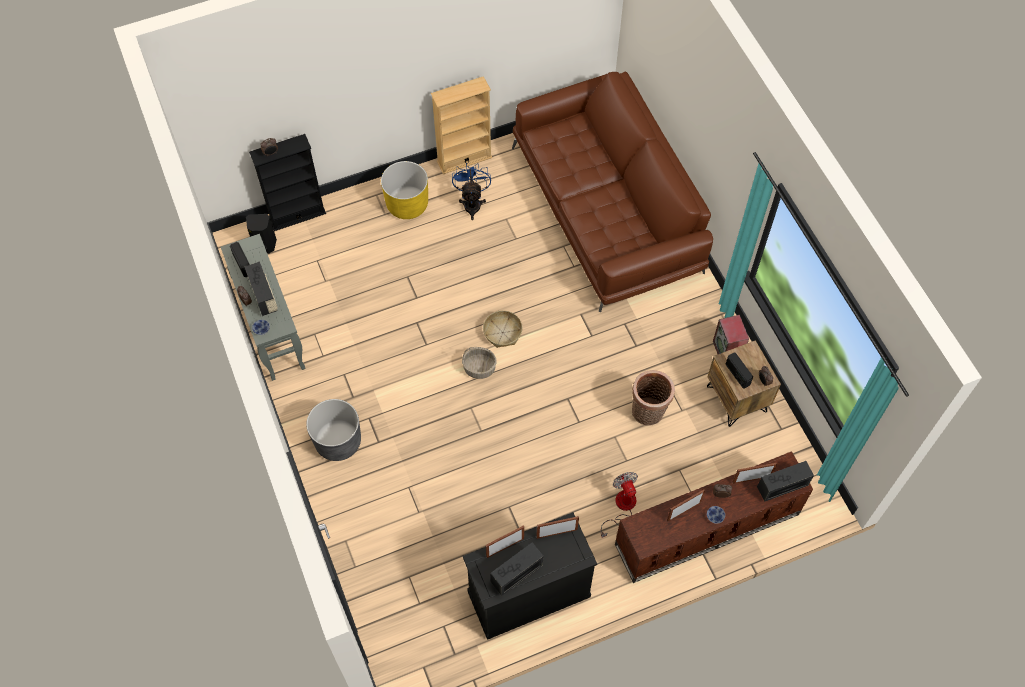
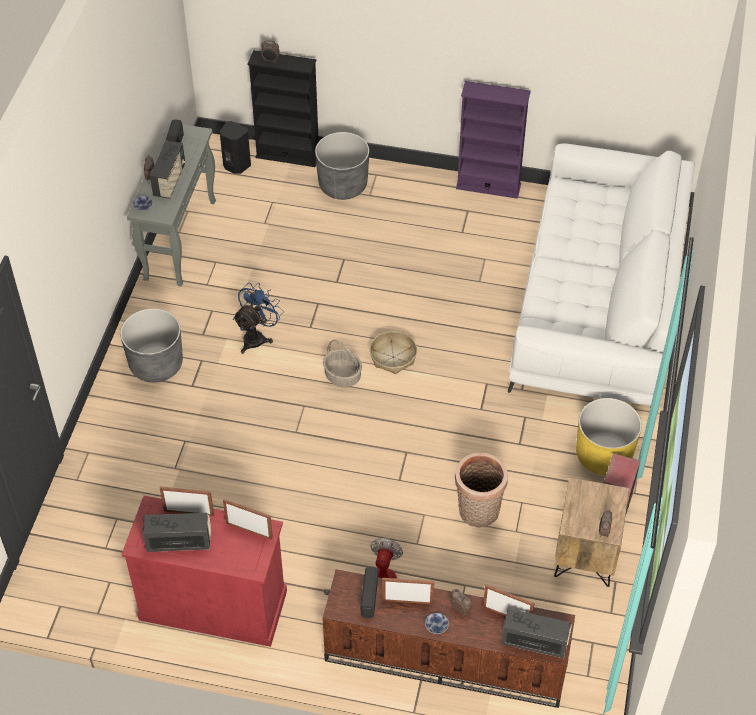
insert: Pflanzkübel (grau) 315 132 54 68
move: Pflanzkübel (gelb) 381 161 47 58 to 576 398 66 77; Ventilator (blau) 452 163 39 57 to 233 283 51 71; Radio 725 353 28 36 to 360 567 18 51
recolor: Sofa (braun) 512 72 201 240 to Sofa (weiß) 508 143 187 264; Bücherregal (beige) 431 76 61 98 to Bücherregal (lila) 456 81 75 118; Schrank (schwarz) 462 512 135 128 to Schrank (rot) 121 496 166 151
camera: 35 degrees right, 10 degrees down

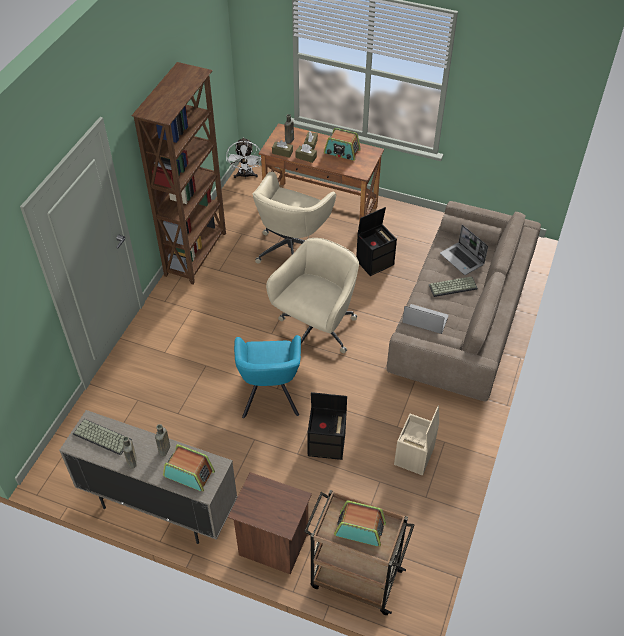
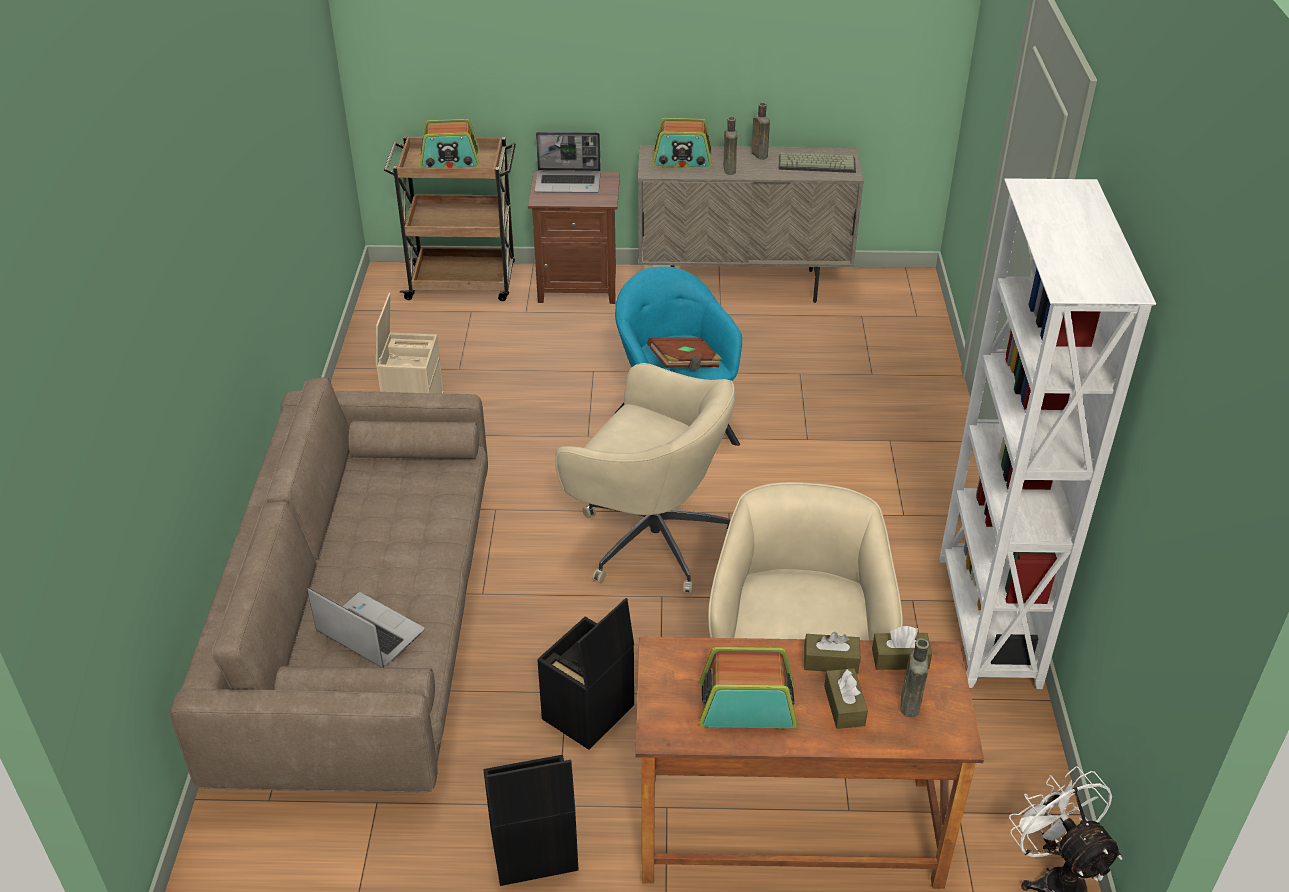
delete: Tastatur 429 276 49 21
insert: Buch (braun) 647 338 75 32
move: Laptop 402 304 47 30 to 534 132 67 61; Aufbewahrungsbox (schwarz) 307 392 40 68 to 483 755 96 131
recolor: Bücherregal (braun) 131 62 95 223 to Bücherregal (weiß) 939 178 217 511
rotate: Bürostuhl (beige) 266 238 93 115 = 555 363 180 231 75 degrees counterclockwise
camera: 160 degrees right, 10 degrees down

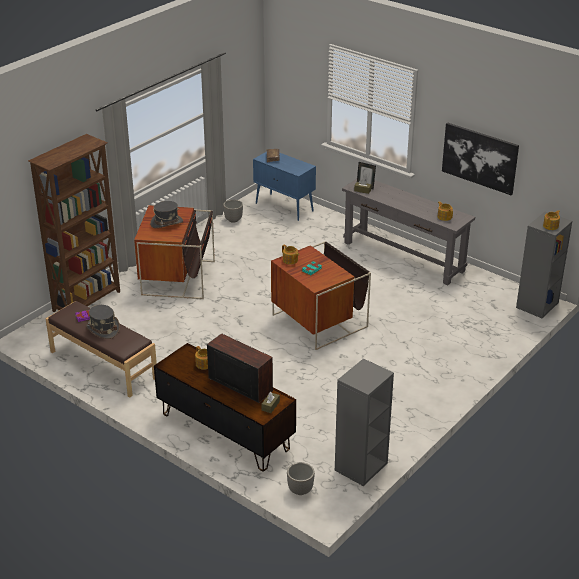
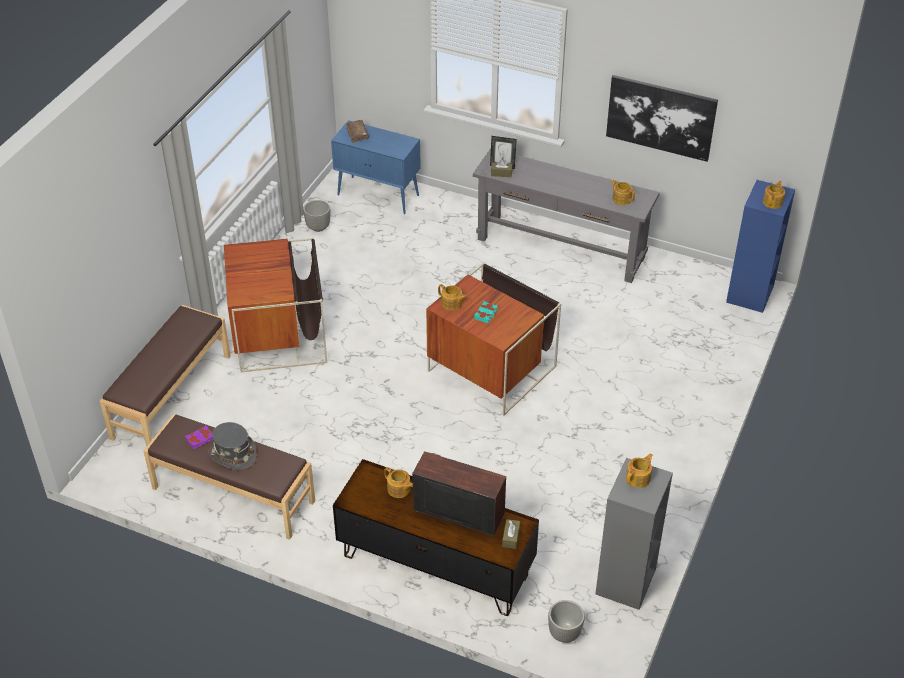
delete: Hut (grau) 150 201 33 27
insert: Teekanne 626 453 27 35
replace: Bücherregal (braun) 28 134 92 178 to Bank (braun) 100 305 131 142
recolor: Bücherregal (grau) 516 211 56 107 to Bücherregal (blau) 726 180 69 133
camera: 15 degrees left, 10 degrees up

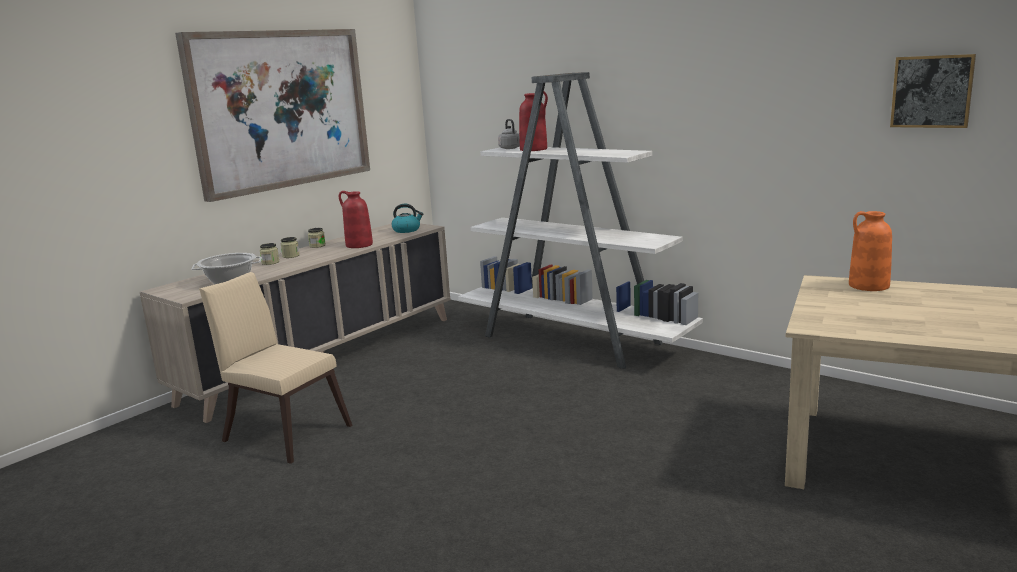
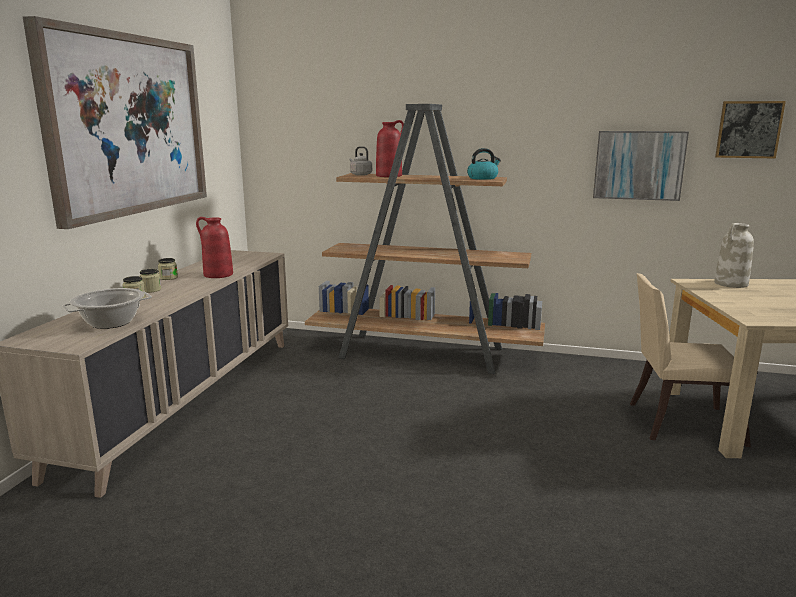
insert: Bild 593 131 96 70
move: Wasserkessel 392 204 31 29 to 467 148 34 32; Stuhl (beige) 199 272 153 192 to 630 273 121 174
recolor: Bücherregal (weiß) 458 72 245 297 to Bücherregal (braun) 305 104 240 270; Vase (orange) 849 211 43 80 to Vase (weiß) 714 223 40 65
camera: 25 degrees left, 0 degrees up

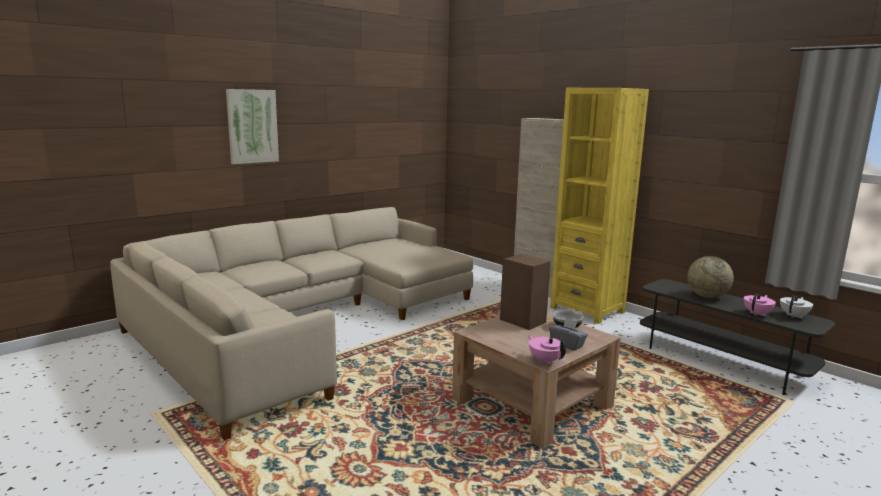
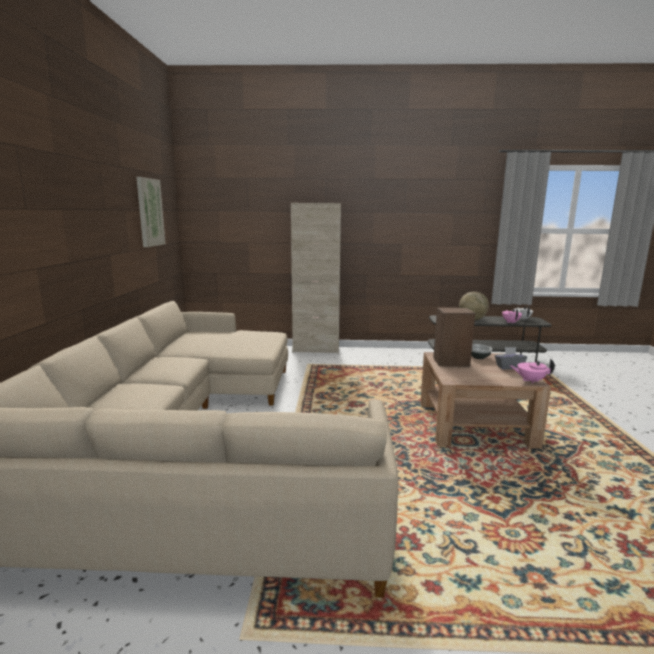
delete: Bücherregal (gelb) 550 88 99 236
move: Bild 226 89 53 75 to 136 177 29 70
camera: 45 degrees left, 0 degrees up

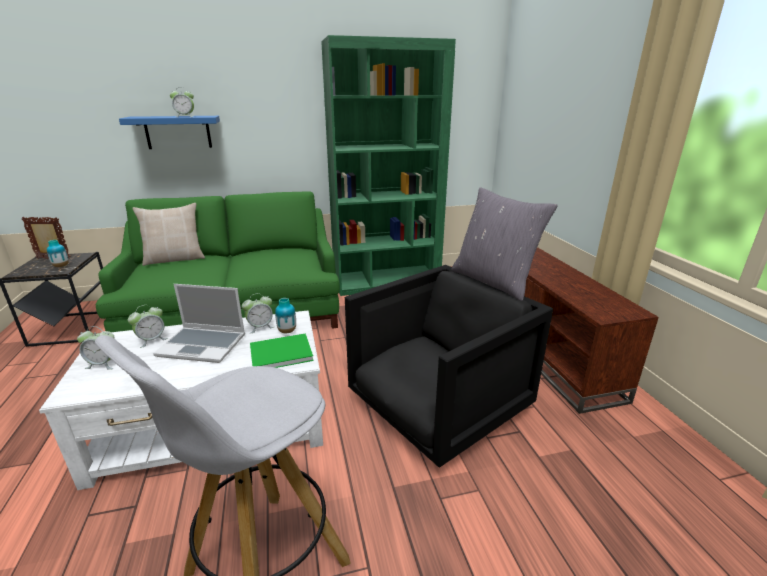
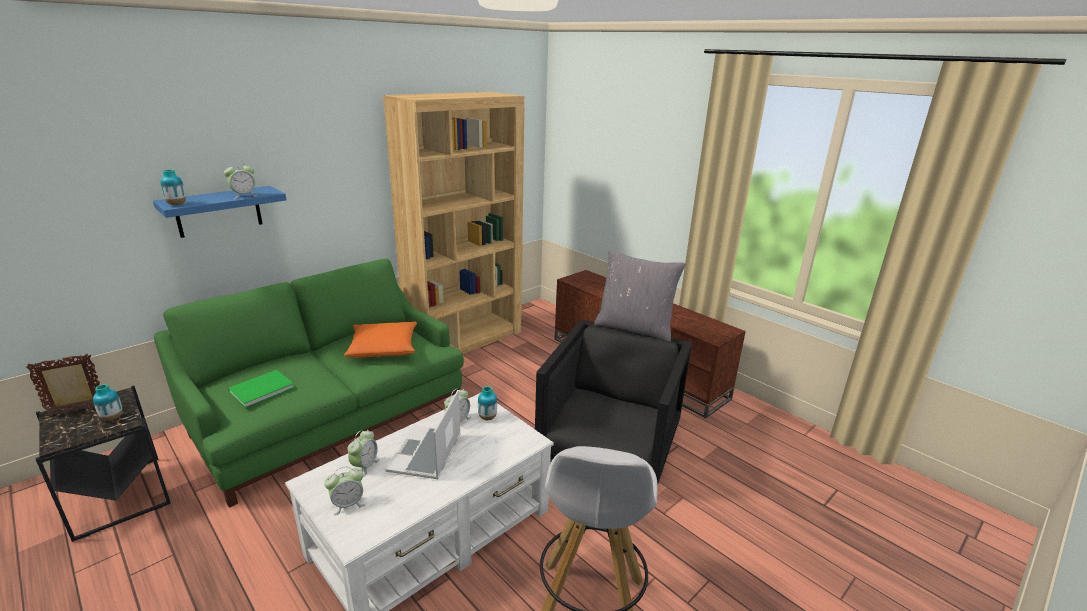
delete: Kissen (beige) 132 203 73 63
insert: Vase 160 169 26 36; Kissen (orange) 344 322 73 36
move: Buch (grün) 250 333 64 35 to 228 370 66 38
recolor: Bücherregal (grün) 321 35 135 261 to Bücherregal (braun) 383 92 141 262
rotate: Laptop 153 284 92 79 = 385 390 76 89 120 degrees clockwise
camera: 30 degrees left, 0 degrees up

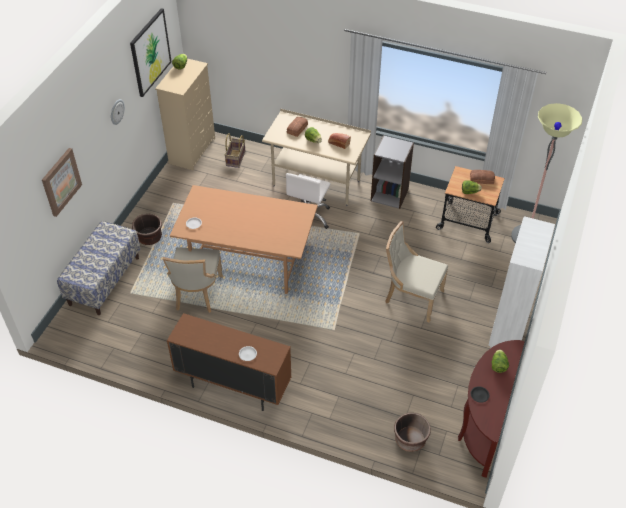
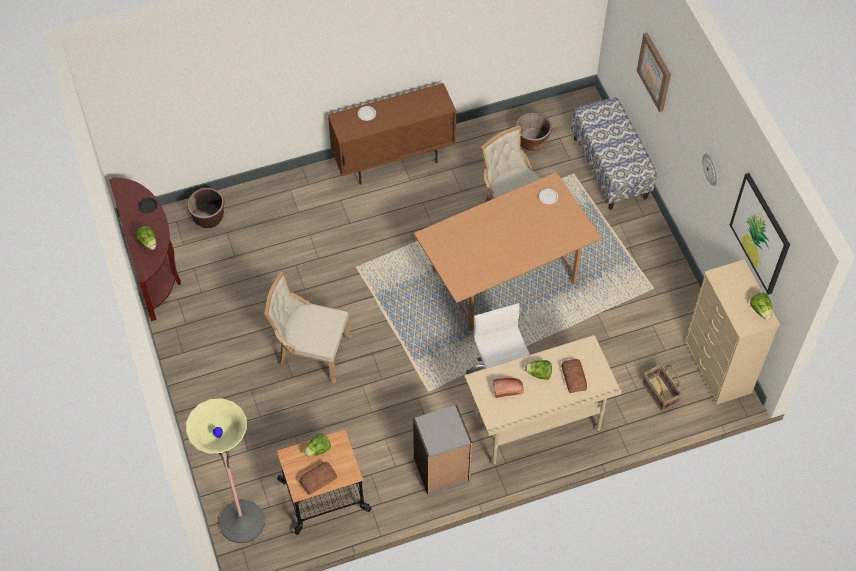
delete: Bücherregal (weiß) 489 216 66 133
move: Pflanzkübel (braun) 132 214 30 31 to 515 112 37 39
rotate: Stuhl (beige) 385 221 63 102 = 265 272 86 111 150 degrees counterclockwise
camera: 140 degrees right, 10 degrees up

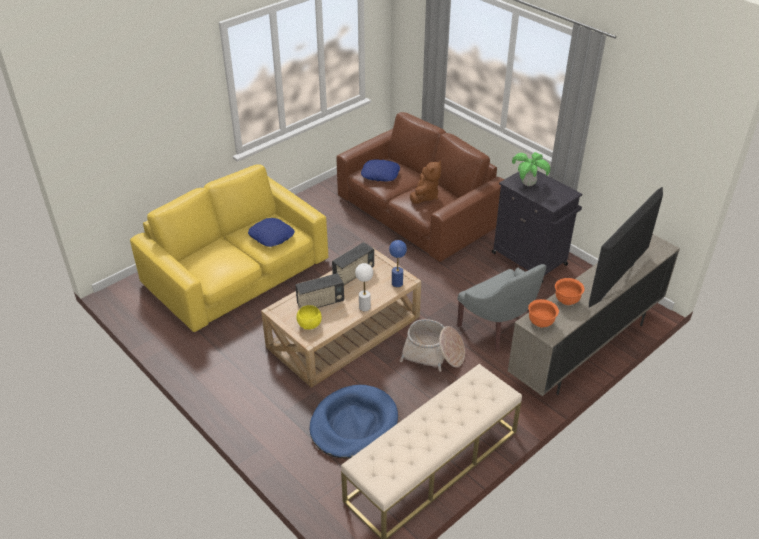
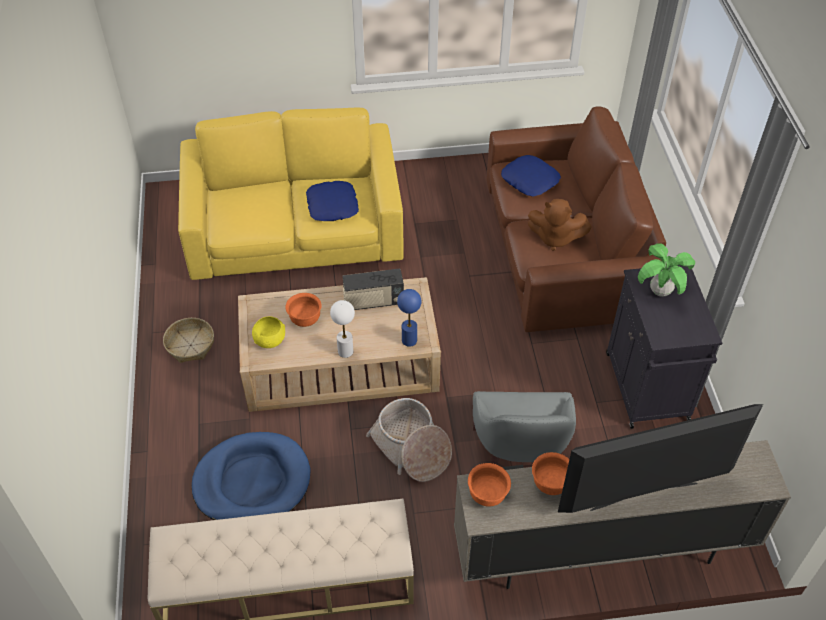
insert: Korb 163 318 51 45
replace: Radio 295 273 49 35 to Schüssel (orange) 286 293 35 34
rotate: Plüschtier (braun) 410 160 32 44 = 528 199 64 52 45 degrees clockwise
camera: 35 degrees right, 10 degrees up

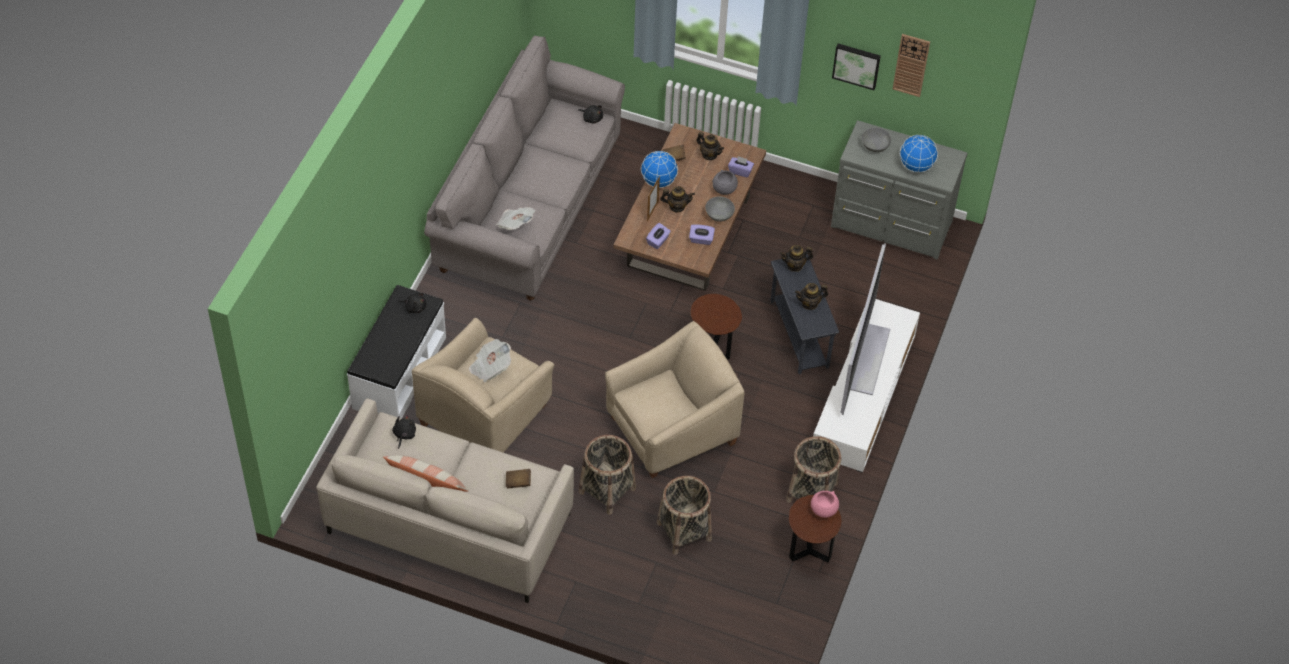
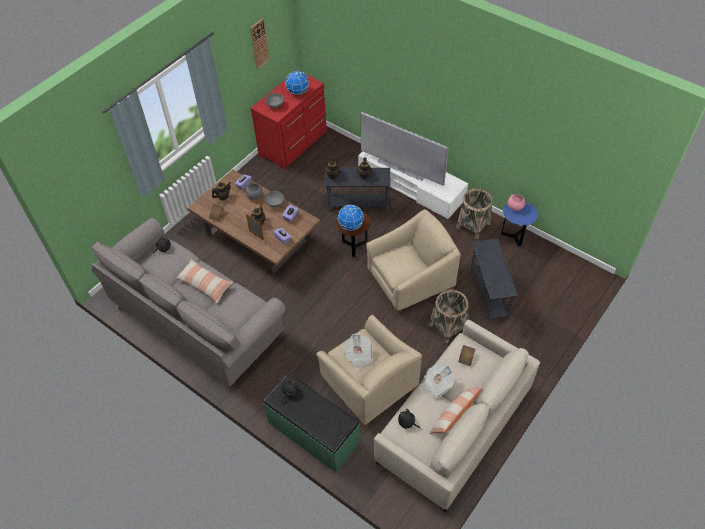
delete: Bild 832 44 49 46
insert: Kissen 175 258 58 46
move: Globus 641 151 37 37 to 338 205 26 25; Zeitung 496 207 40 23 to 420 363 34 36
replace: Korb 657 476 55 79 to Beistelltisch (grau) 470 238 48 83
recolor: Kommode (grau) 831 120 137 139 to Kommode (rot) 250 70 77 100; Bank (weiß) 347 285 99 134 to Bank (grün) 263 373 97 99; Beistelltisch (braun) 789 495 52 67 to Beistelltisch (blau) 501 202 37 44
rotate: Sessel (beige) 605 321 139 157 = 366 209 94 104 75 degrees clockwise
camera: 70 degrees left, 0 degrees up

